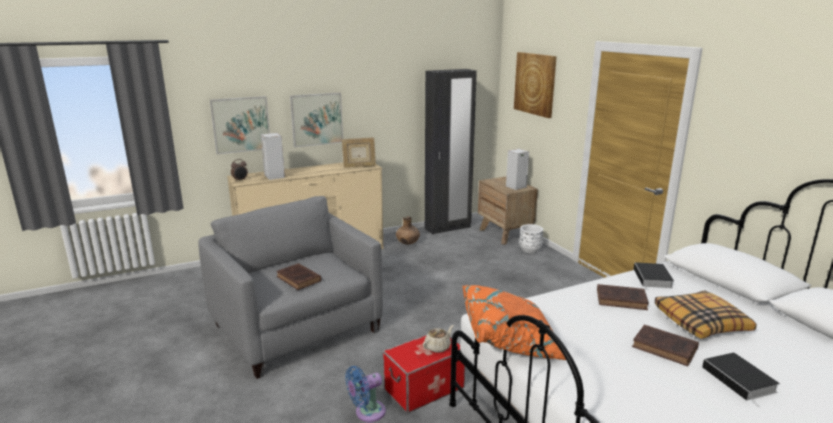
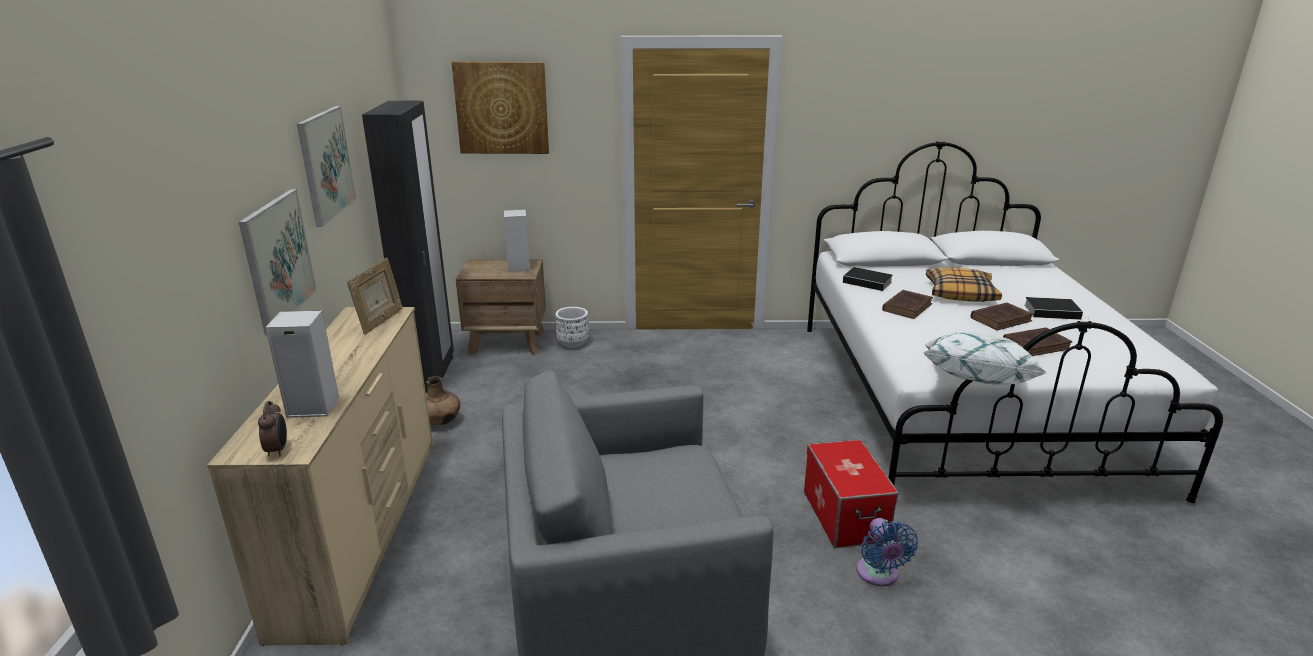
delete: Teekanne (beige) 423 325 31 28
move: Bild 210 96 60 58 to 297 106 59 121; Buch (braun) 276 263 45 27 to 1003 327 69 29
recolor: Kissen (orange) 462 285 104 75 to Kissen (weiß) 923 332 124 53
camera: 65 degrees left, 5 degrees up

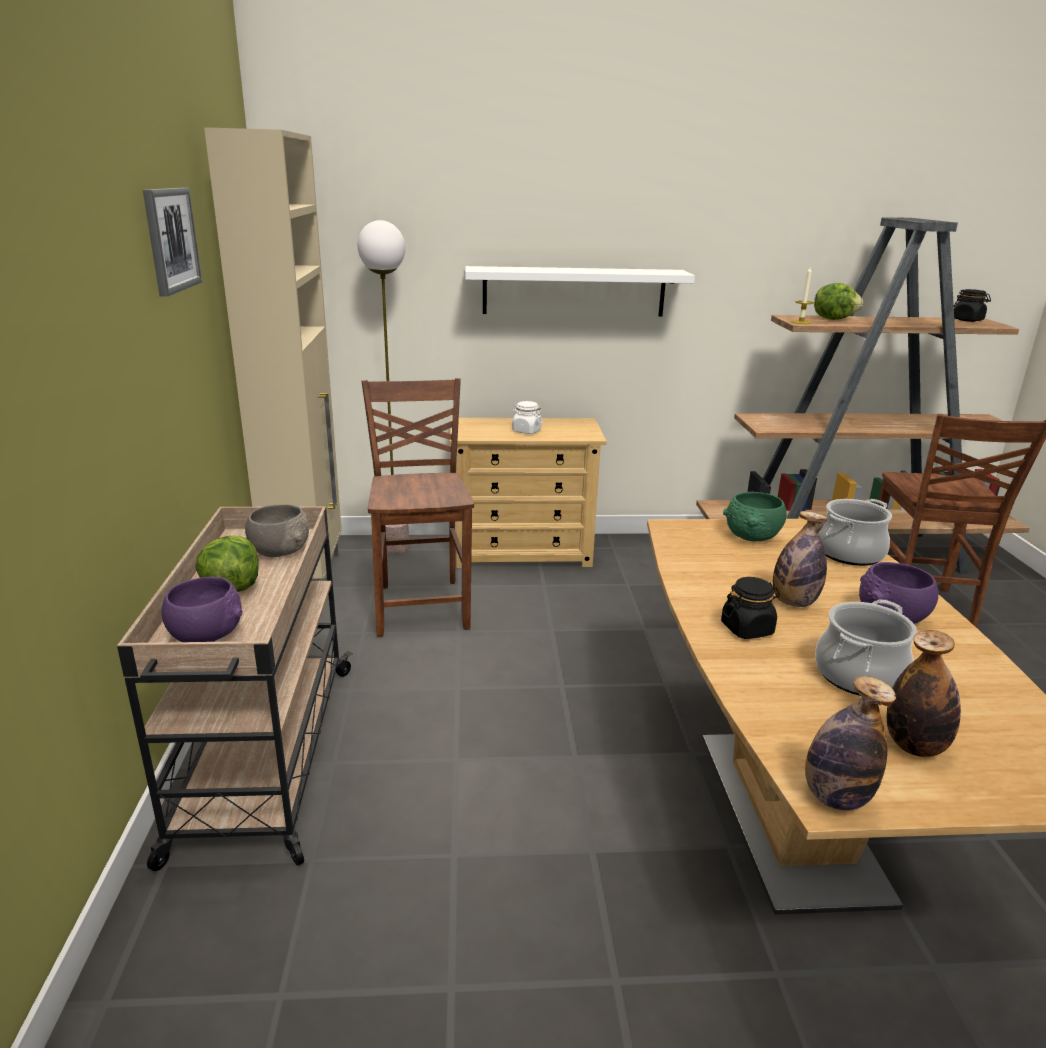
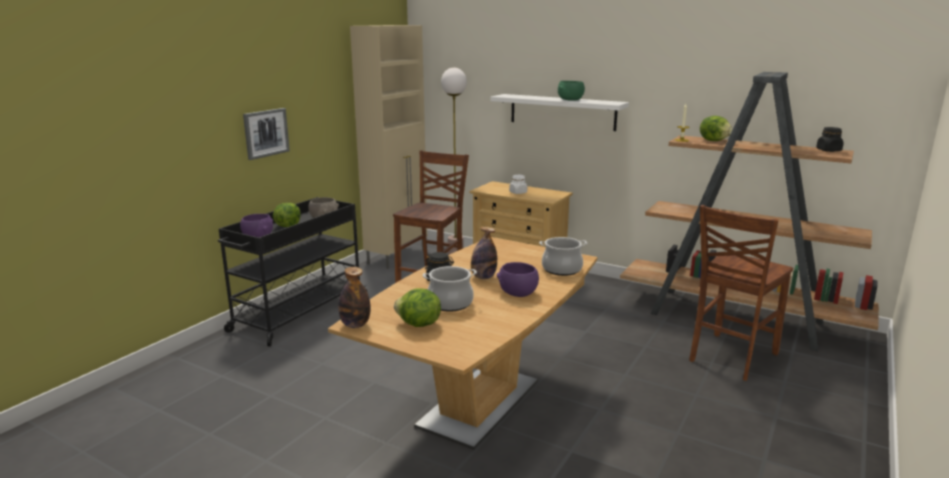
move: Bild 143 188 59 109 to 243 108 47 52; Schüssel (grün) 723 492 64 49 to 558 81 27 20
replace: Flasche 887 630 74 127 to Salatkopf 394 288 47 39
recolor: Rollwagen (beige) 117 506 236 365 to Rollwagen (schwarz) 218 197 150 150
camera: 35 degrees right, 5 degrees down

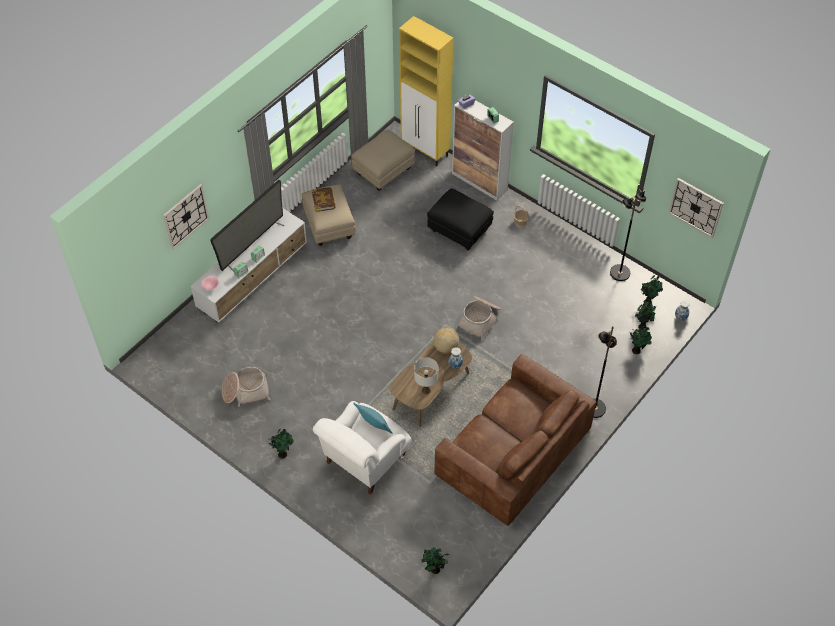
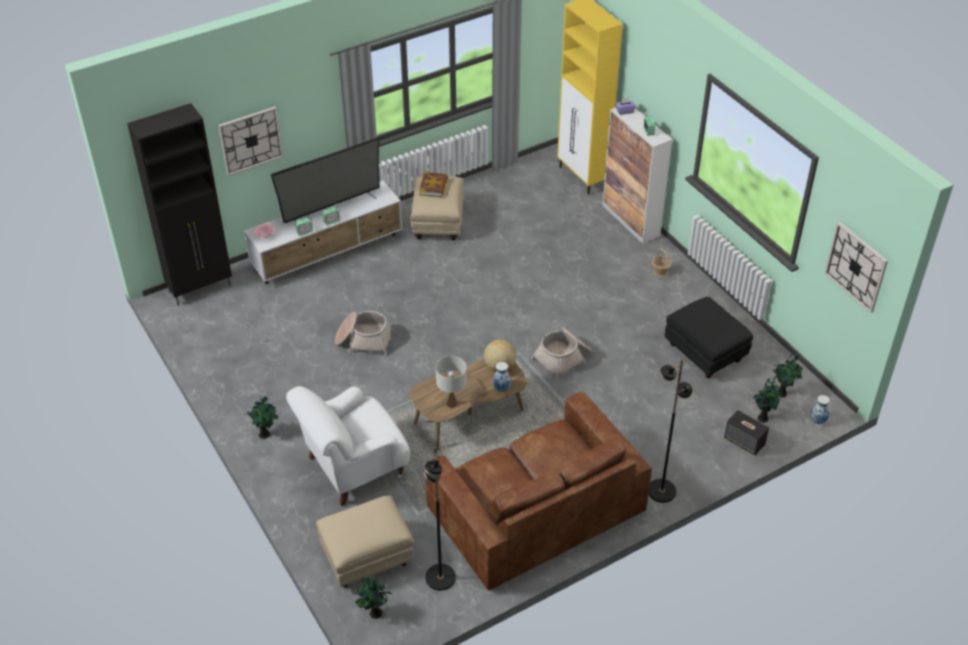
delete: Kissen (türkis) 353 403 39 31
insert: Schrank (schwarz) 127 103 105 203
move: Polsterhocker (beige) 352 129 63 62 to 316 496 98 91; Stehlampe (schwarz) 610 184 36 97 to 424 447 32 144; Polsterhocker (schwarz) 427 188 67 62 to 665 297 88 81; Korb 222 367 49 40 to 335 311 57 45
replace: Topfpflanze 630 325 22 29 to Lautsprecher 724 410 45 45
camera: 20 degrees right, 10 degrees down

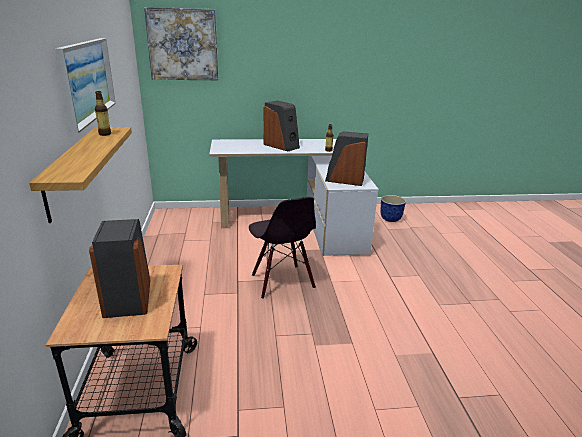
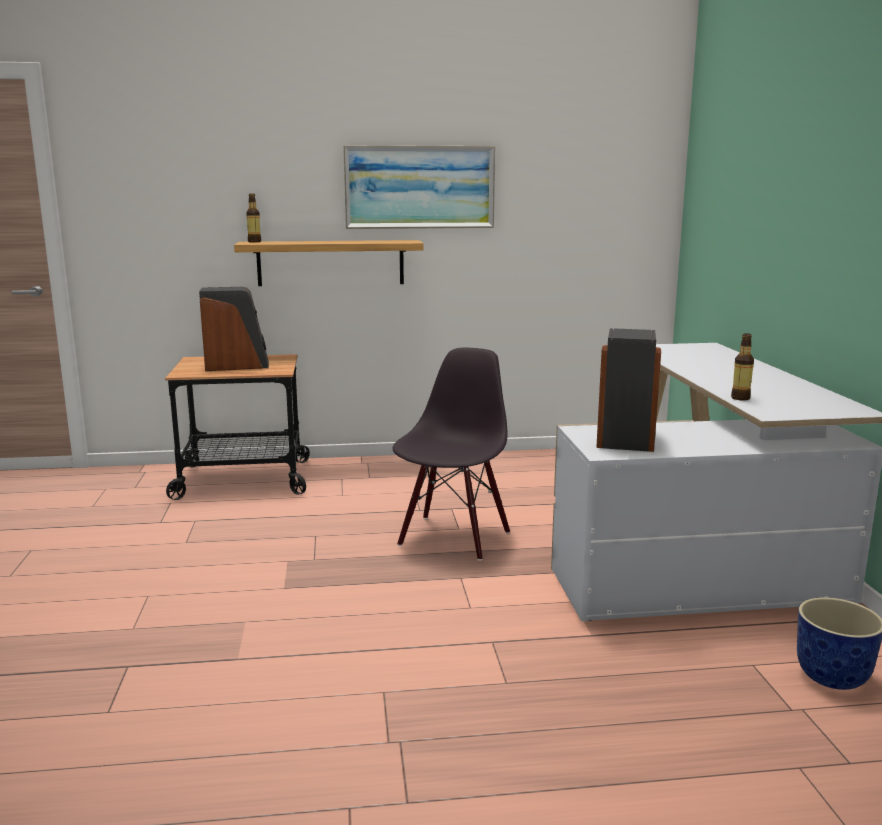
delete: Bild 144 7 74 73; Lautsprecher 263 101 37 50
move: Flasche 95 91 16 45 to 246 193 15 49
rotate: Stuhl (schwarz) 249 197 67 102 = 393 348 117 213 135 degrees clockwise
camera: 90 degrees right, 10 degrees down

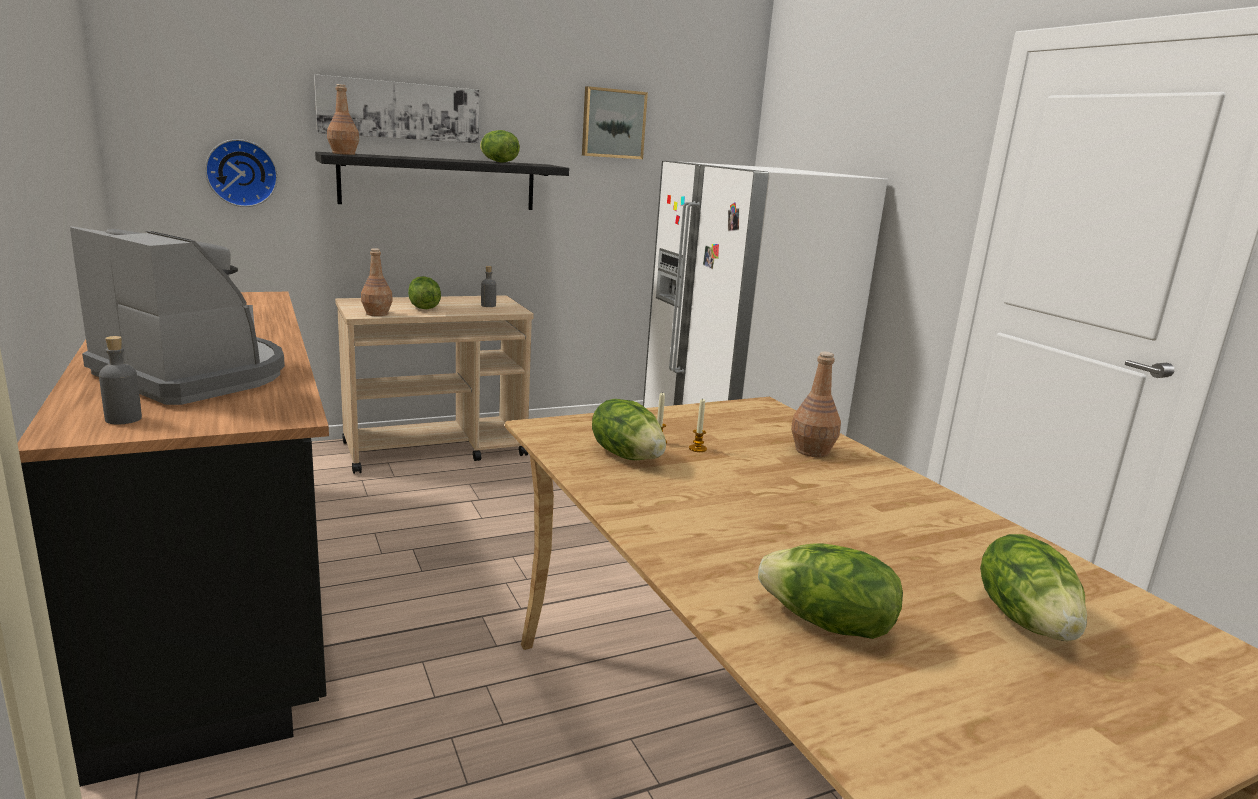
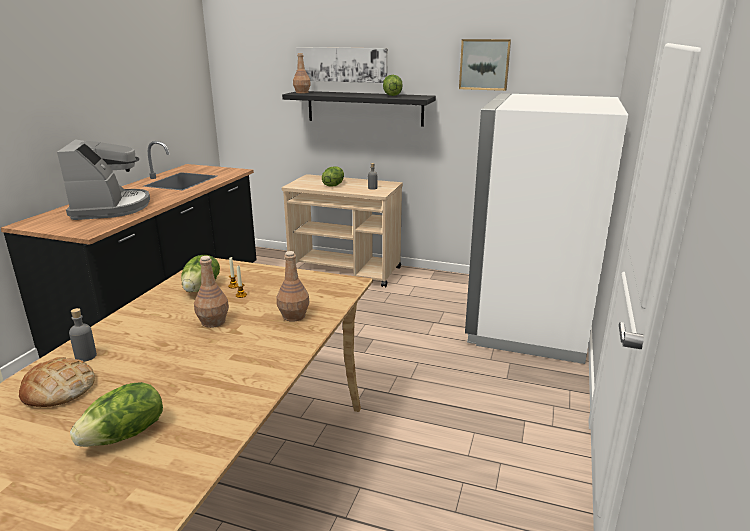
delete: Wanduhr 205 139 73 68
move: Flasche (braun) 361 248 32 68 to 194 256 35 72; Flasche (grau) 99 336 43 88 to 69 308 28 54
replace: Salatkopf 758 544 145 95 to Brot 19 357 76 50
camera: 45 degrees right, 5 degrees up

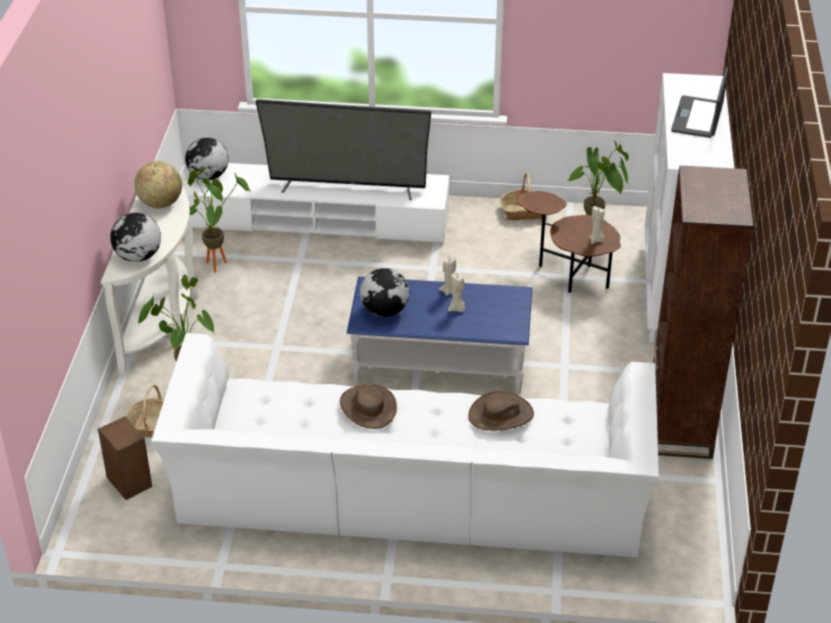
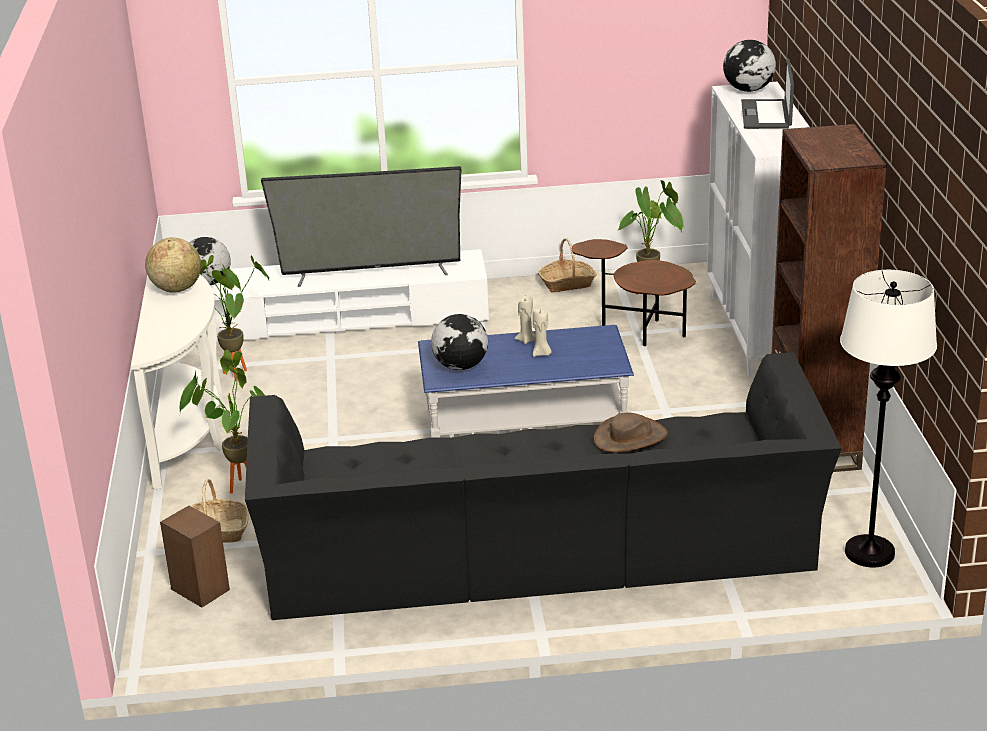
delete: Kerze (beige) 589 206 16 38; Hut (braun) 340 384 57 45
insert: Stehlampe (weiß) 840 270 97 298
move: Globus 110 213 51 49 to 723 40 53 52
recolor: Sofa (weiß) 151 333 508 224 to Sofa (schwarz) 245 352 597 268
camera: 10 degrees left, 10 degrees down

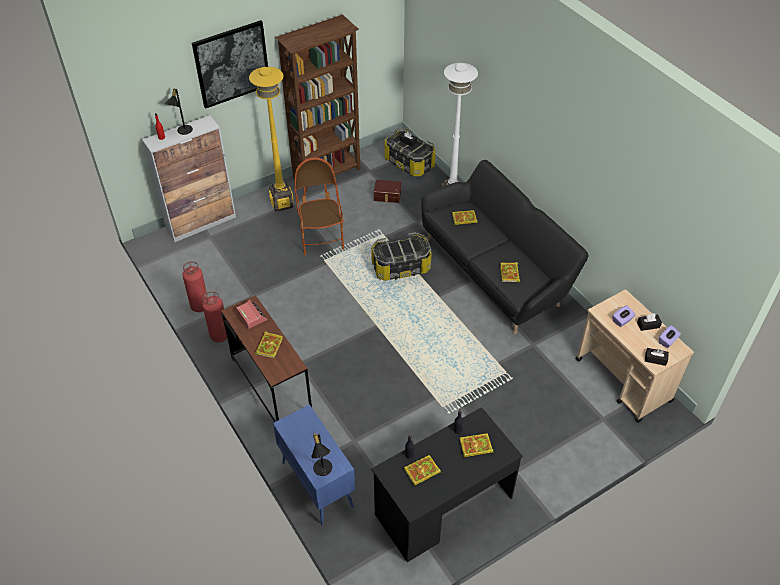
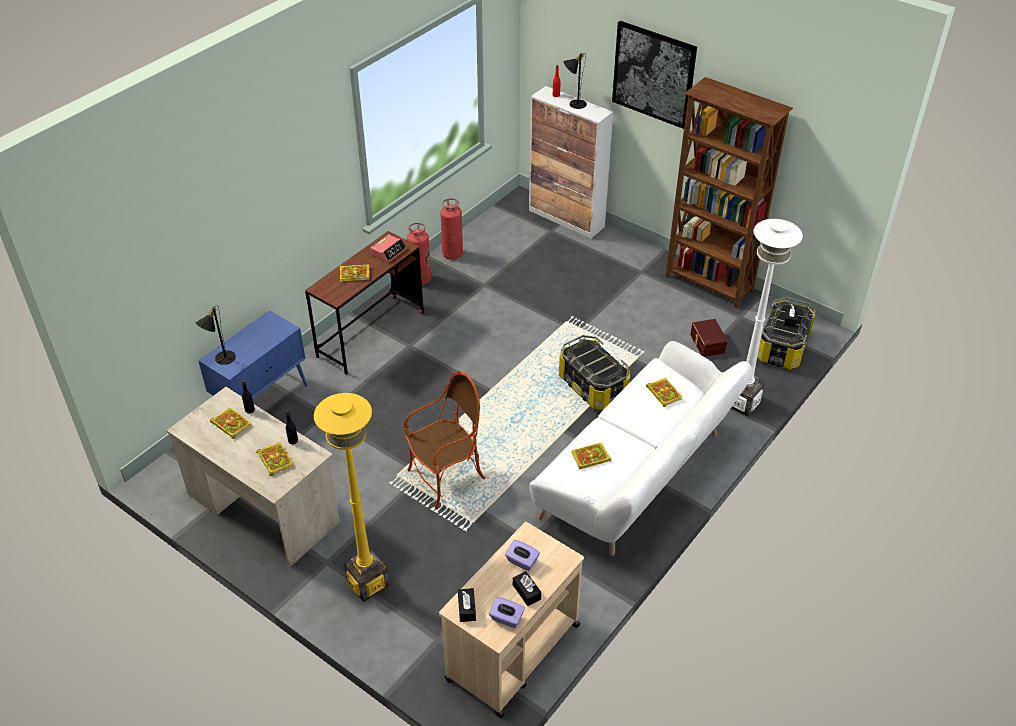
move: Stehlampe (gelb) 249 67 44 145 to 314 393 75 209; Sessel 295 157 49 98 to 404 371 82 137
recolor: Sofa (schwarz) 421 160 167 175 to Sofa (weiß) 529 341 224 215; Schreibtisch (schwarz) 371 407 152 155 to Schreibtisch (beige) 166 387 174 180
camera: 70 degrees right, 5 degrees down

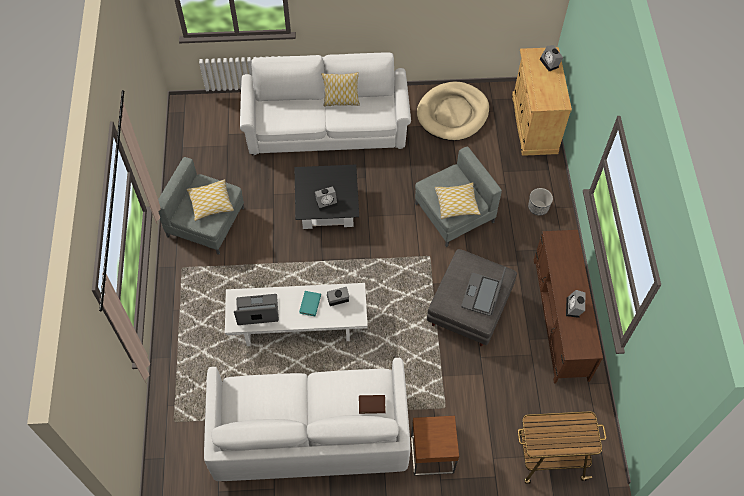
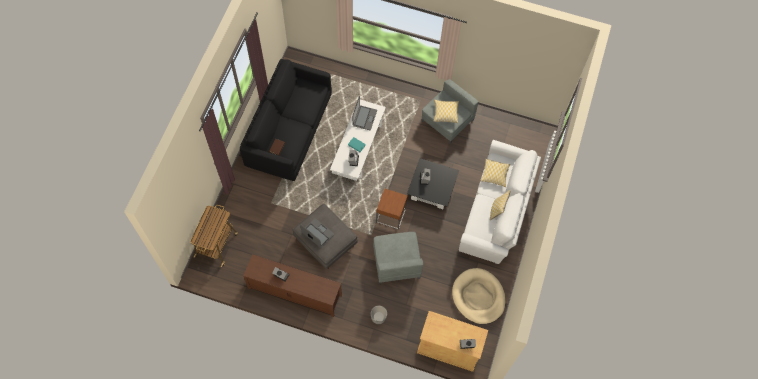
move: Kissen 435 182 46 37 to 481 159 29 28; Beistelltisch (braun) 411 416 48 60 to 376 188 32 41
recolor: Sofa (weiß) 204 358 206 124 to Sofa (schwarz) 240 59 92 122
camera: 110 degrees right, 5 degrees up

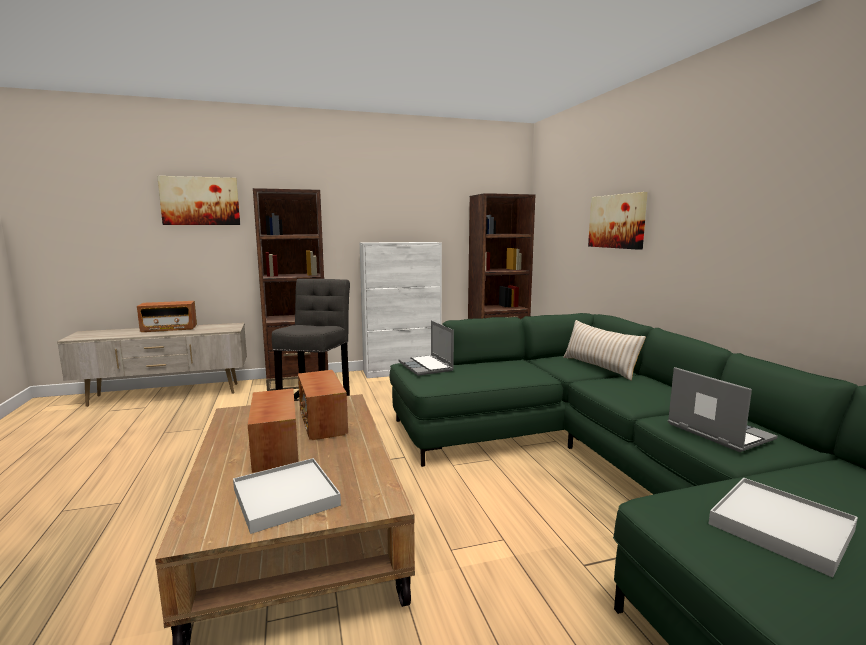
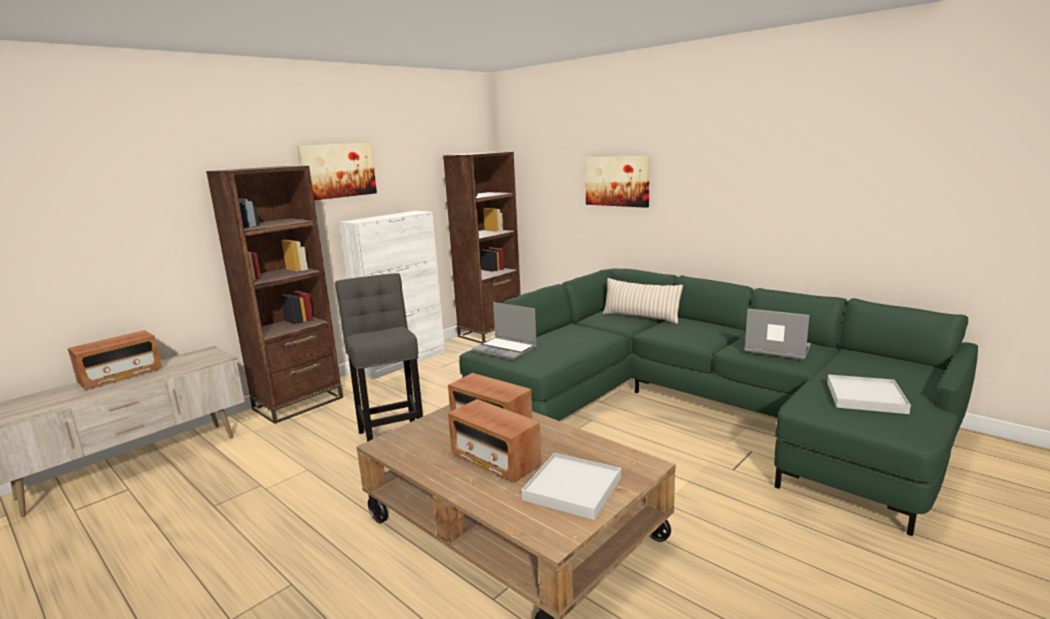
move: Bild 157 176 83 49 to 297 143 80 57
camera: 30 degrees left, 5 degrees up

